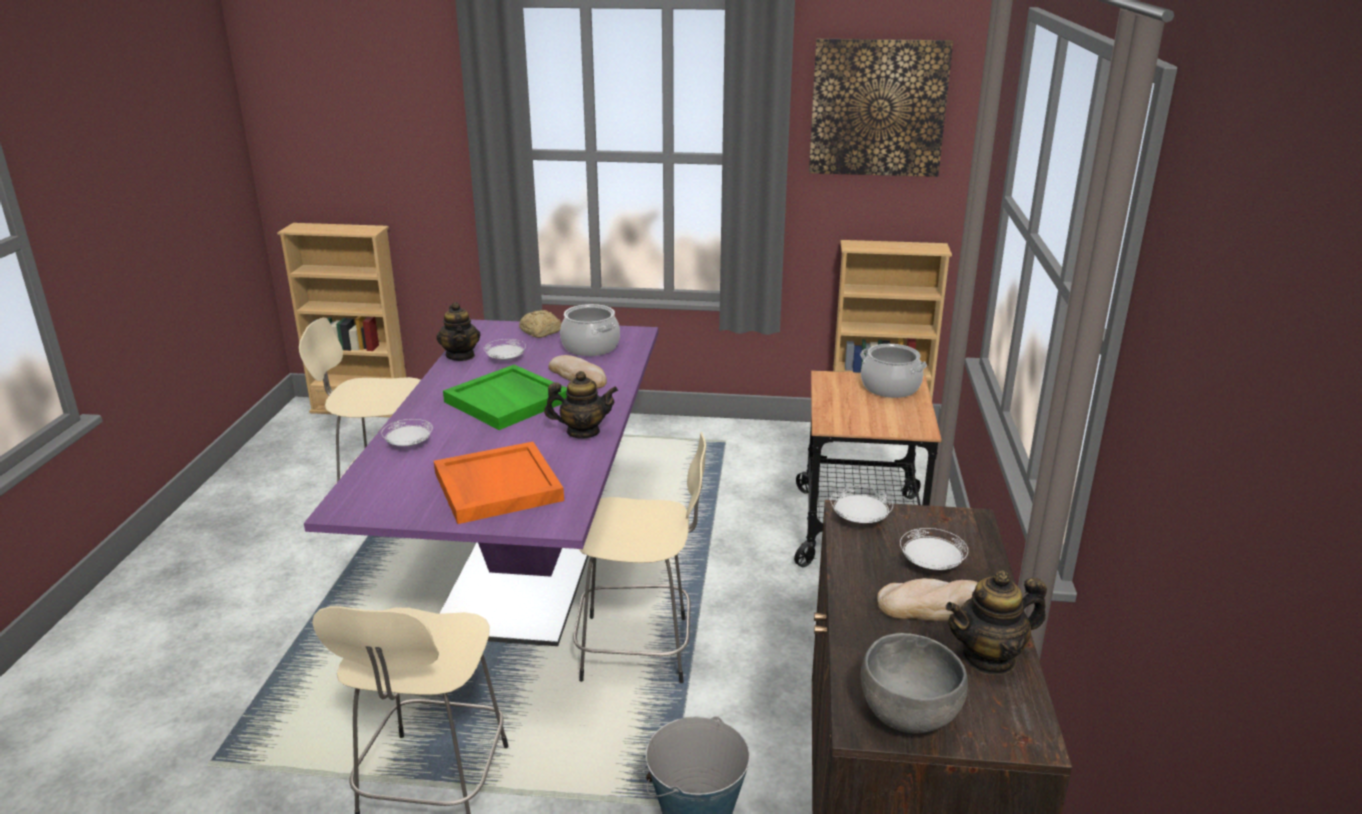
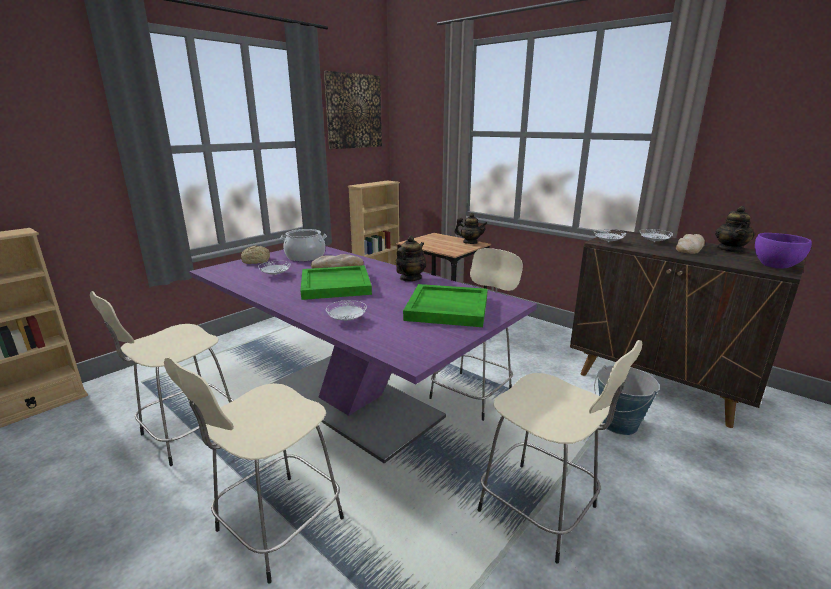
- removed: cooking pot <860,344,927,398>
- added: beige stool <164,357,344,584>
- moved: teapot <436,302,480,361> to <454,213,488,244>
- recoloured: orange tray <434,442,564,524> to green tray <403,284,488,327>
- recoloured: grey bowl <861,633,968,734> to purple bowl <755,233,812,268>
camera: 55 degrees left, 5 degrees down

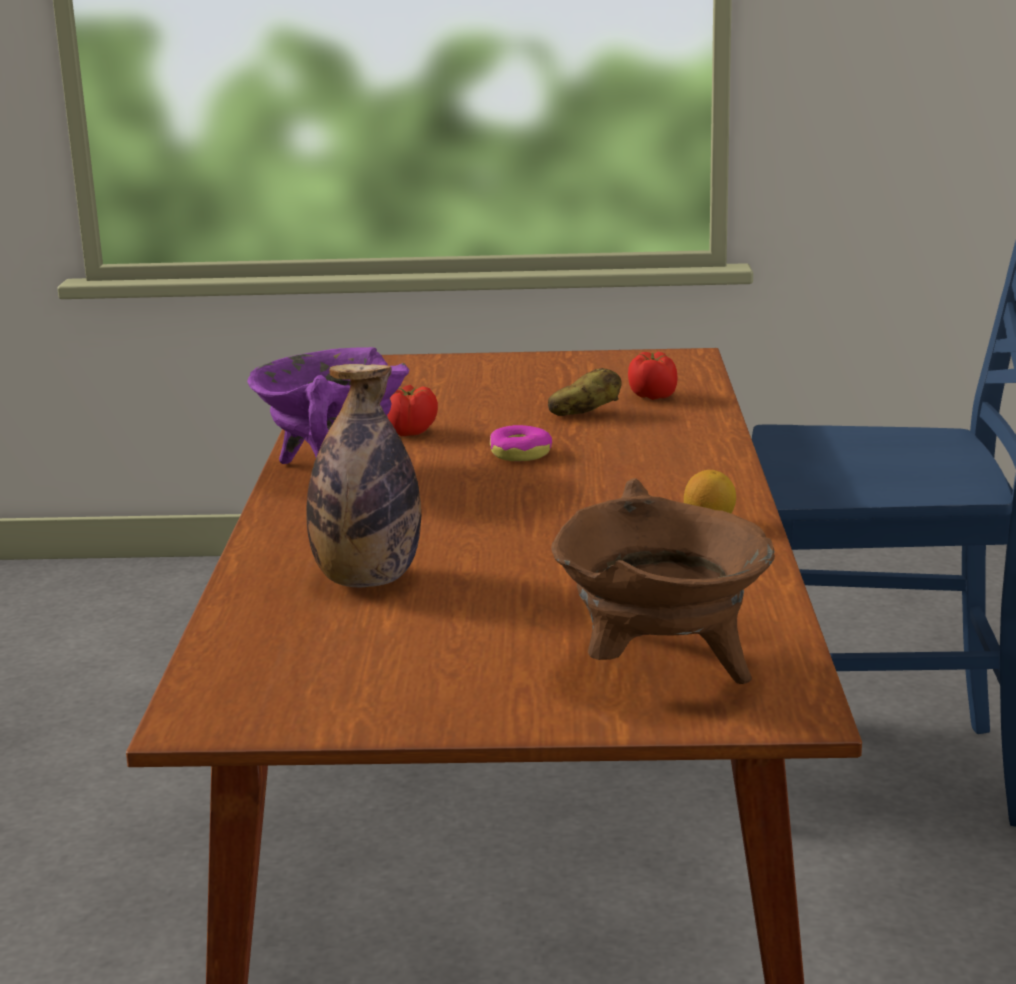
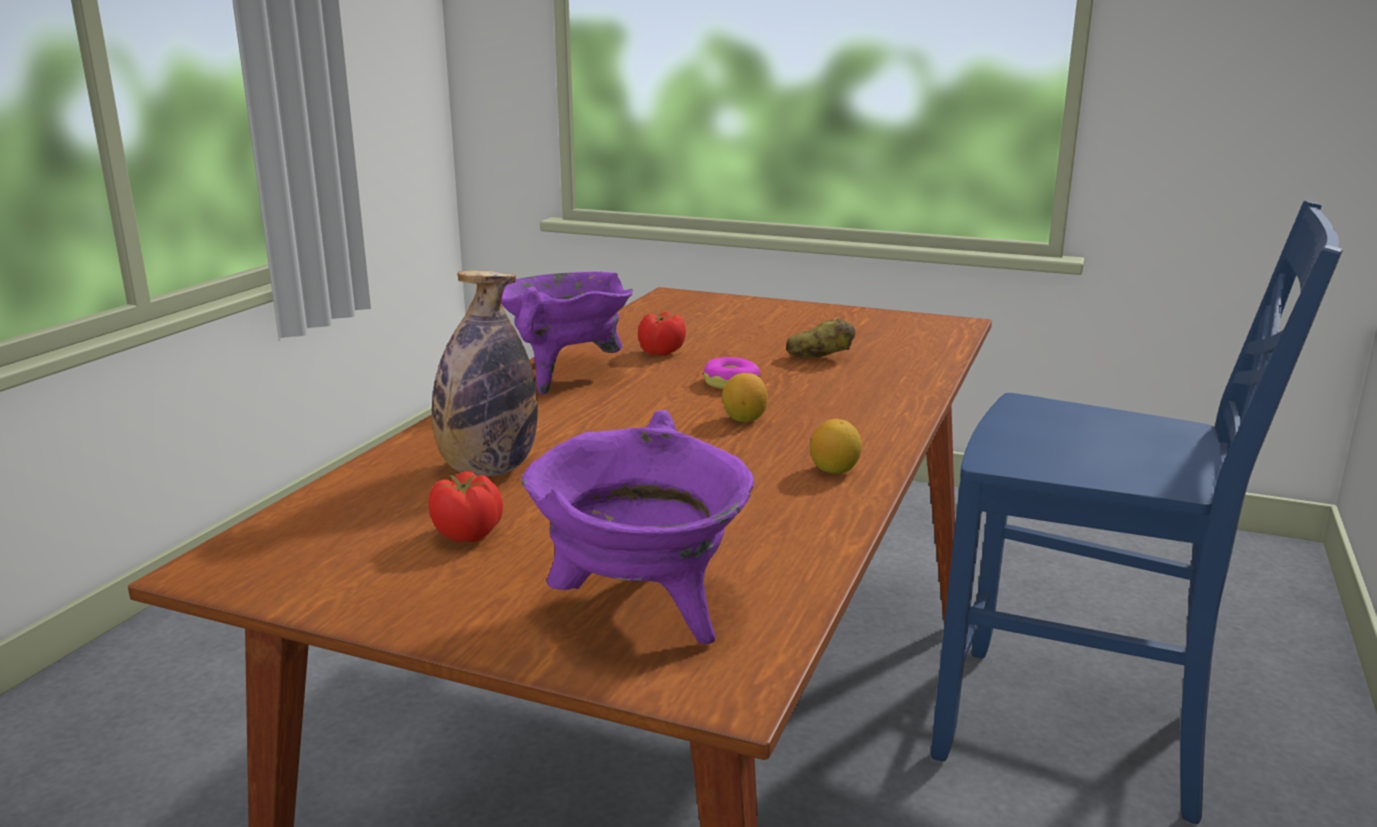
- added: lemon <722,373,768,422>
- moved: tomato <628,352,678,400> to <428,471,503,542>
- recoloured: brown cooking pot <551,478,775,684> to purple cooking pot <521,410,754,644>
camera: 20 degrees right, 0 degrees up

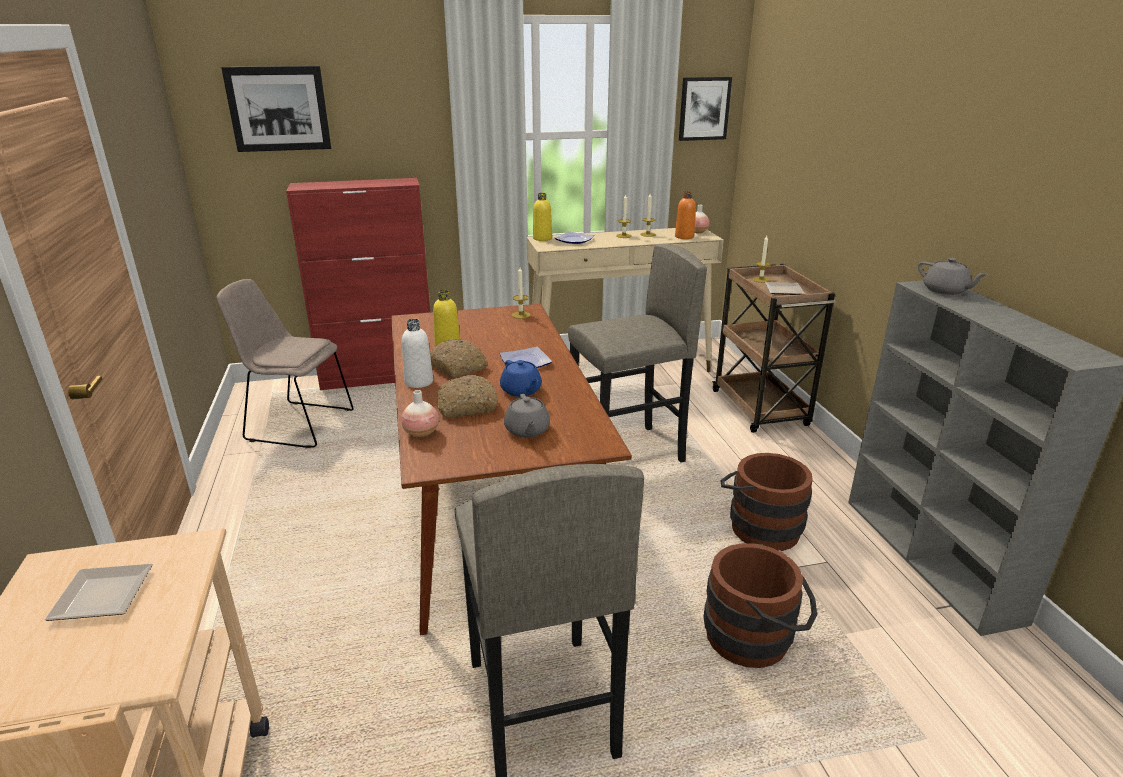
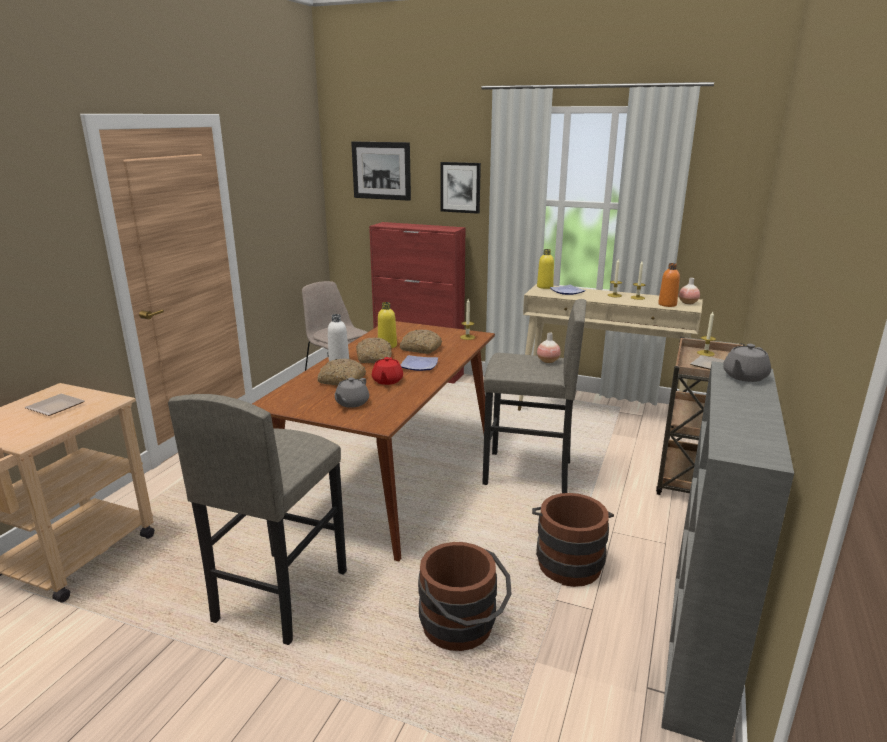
- added: bread <400,330,442,354>
- moved: vase <401,390,439,438> to <537,332,561,363>
- moved: picture <679,77,732,141> to <440,162,481,214>
- recoloured: blue teapot <500,360,542,397> to red teapot <372,357,403,385>
- turned: grey teapot <918,258,988,295> = <723,344,771,382> 45 degrees clockwise
camera: 35 degrees right, 5 degrees down

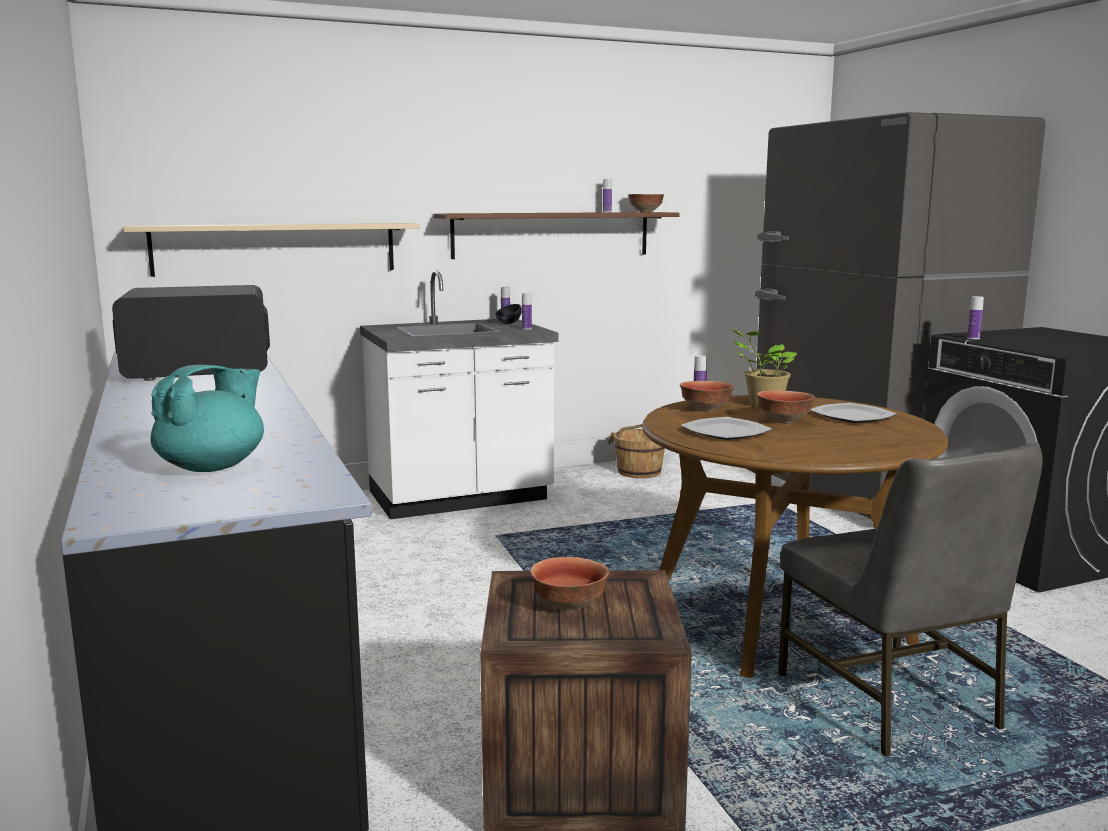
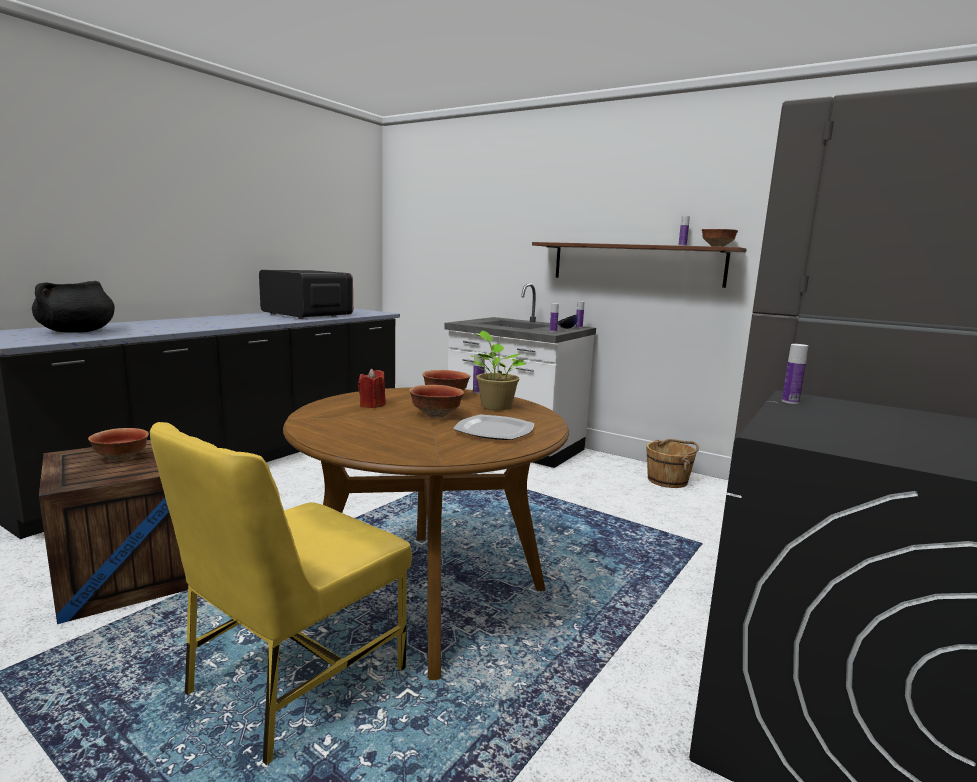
- removed: beige shelf <123,223,420,277>
- replaced: turquoise teapot <150,365,264,472> to black cooking pot <32,281,115,333>
- replaced: plate <681,417,772,440> to red candle <358,369,386,408>
- recoloured: grey chair <778,443,1043,756> to yellow chair <150,422,412,765>
camera: 55 degrees right, 0 degrees up

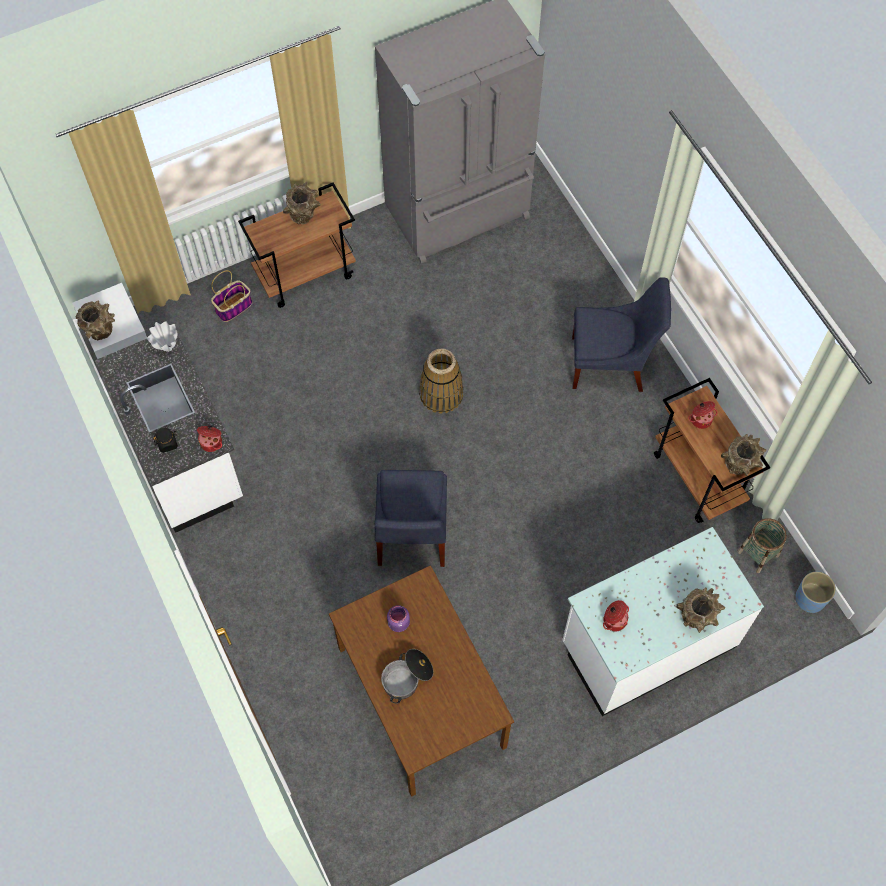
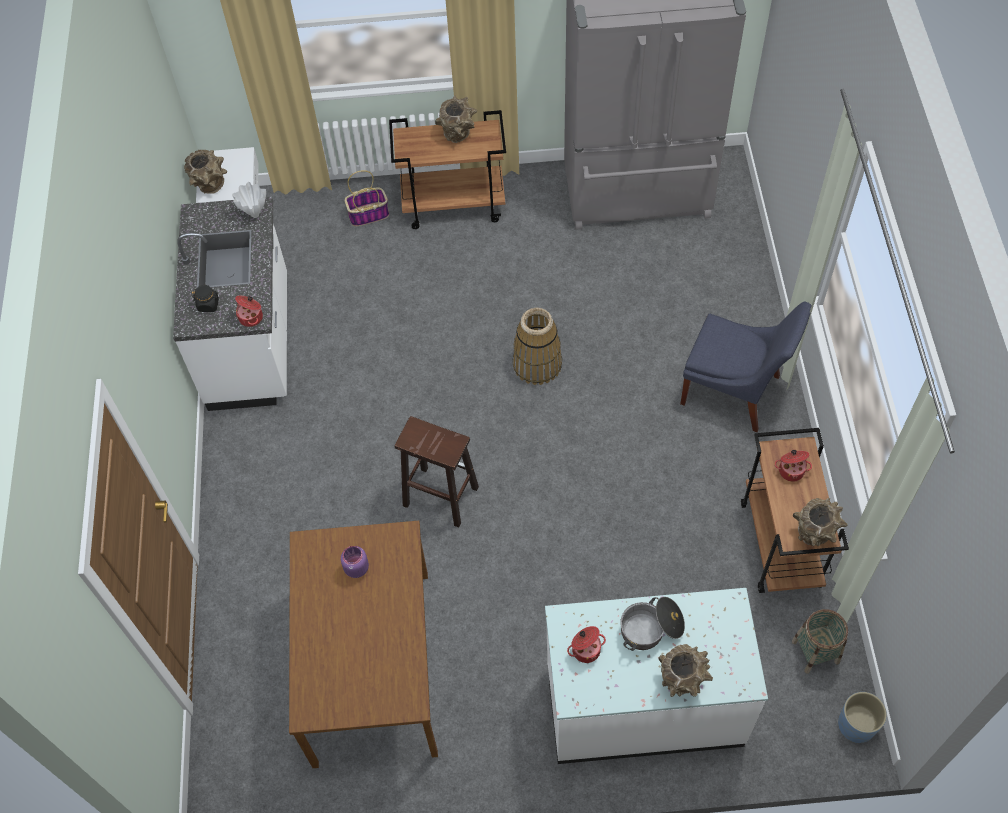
- moved: cooking pot <381,649,433,704> to <620,597,685,651>
- replaced: blue chair <374,470,447,567> to brown stool <395,416,479,527>
camera: 25 degrees right, 5 degrees down

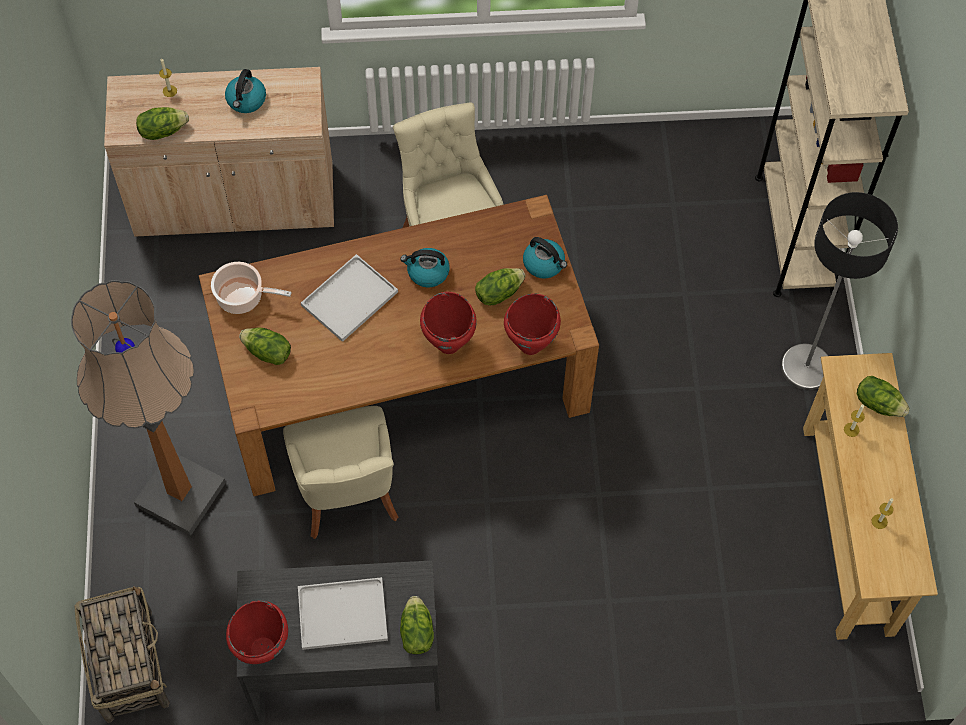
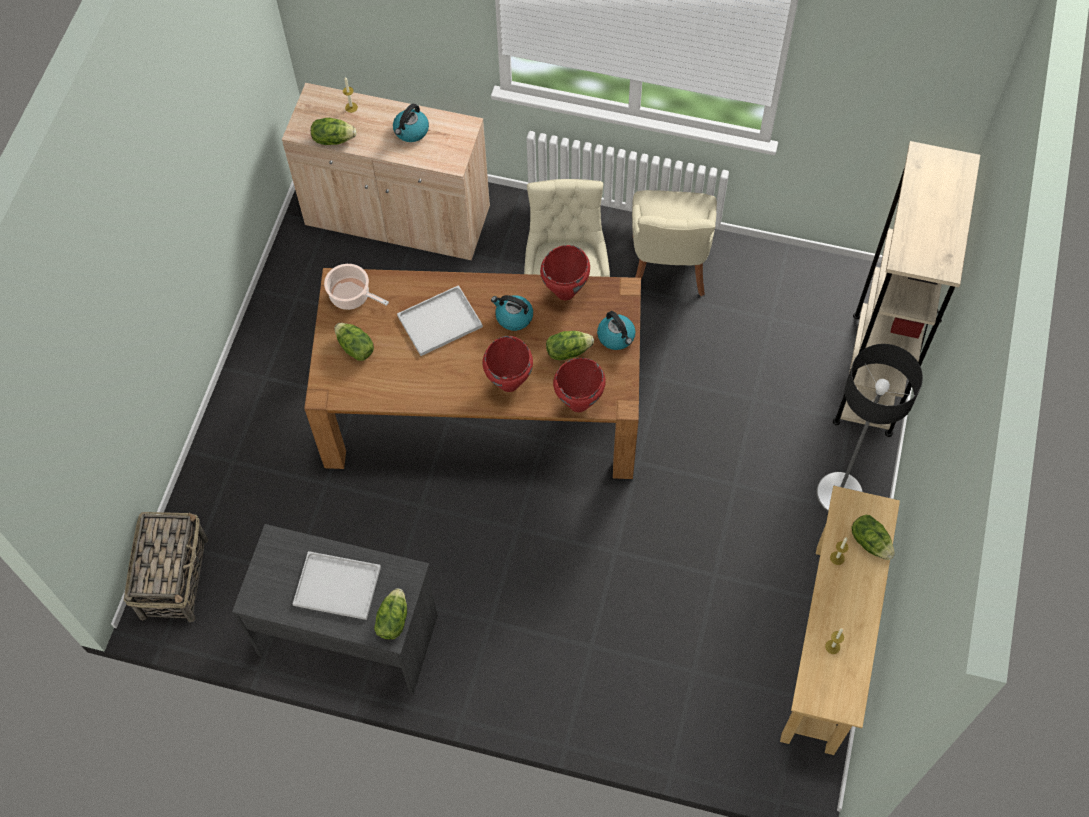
- removed: floor lamp <71,280,226,536>
- moved: red cooking pot <226,601,288,664> to <540,245,590,300>
- moved: beige chair <283,406,398,539> to <632,190,717,296>
camera: 20 degrees right, 0 degrees up

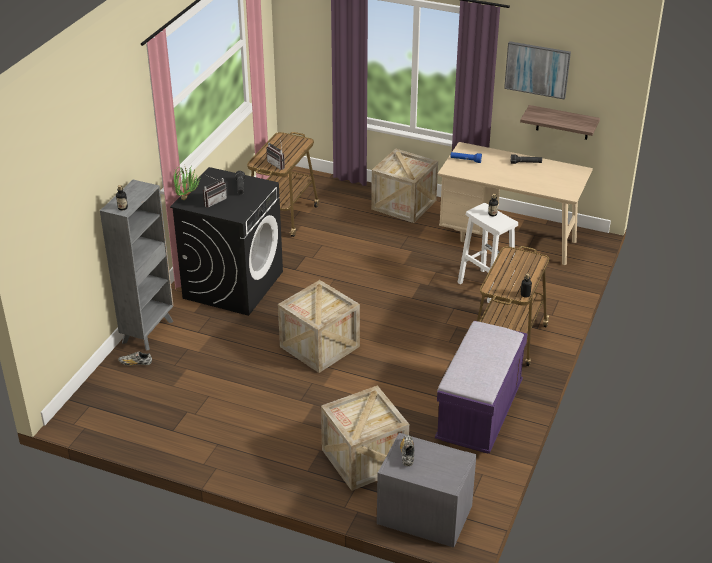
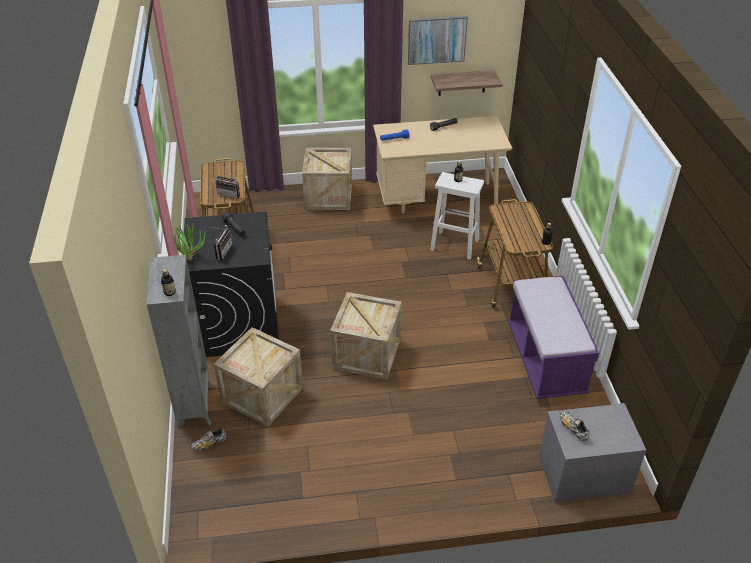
- moved: crate <321,385,409,491> to <214,327,303,427>
camera: 30 degrees left, 5 degrees up

